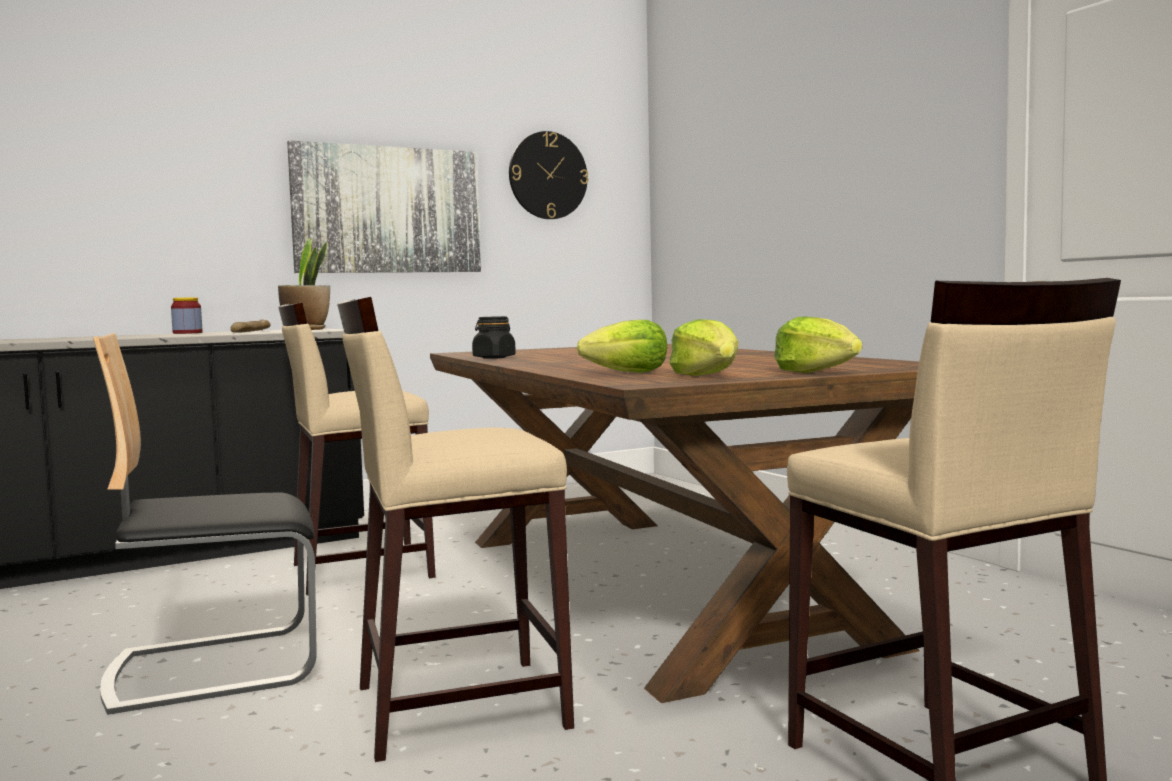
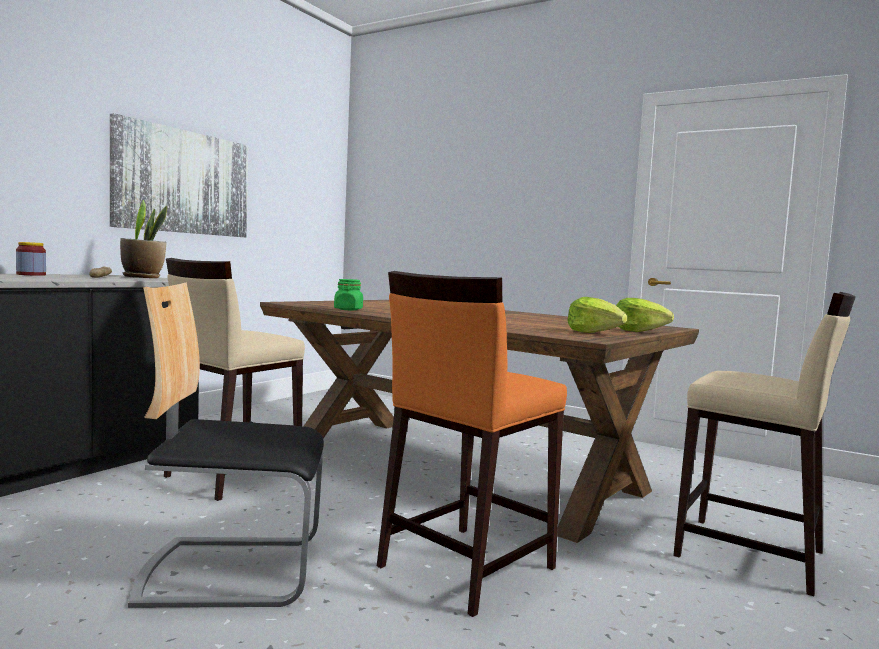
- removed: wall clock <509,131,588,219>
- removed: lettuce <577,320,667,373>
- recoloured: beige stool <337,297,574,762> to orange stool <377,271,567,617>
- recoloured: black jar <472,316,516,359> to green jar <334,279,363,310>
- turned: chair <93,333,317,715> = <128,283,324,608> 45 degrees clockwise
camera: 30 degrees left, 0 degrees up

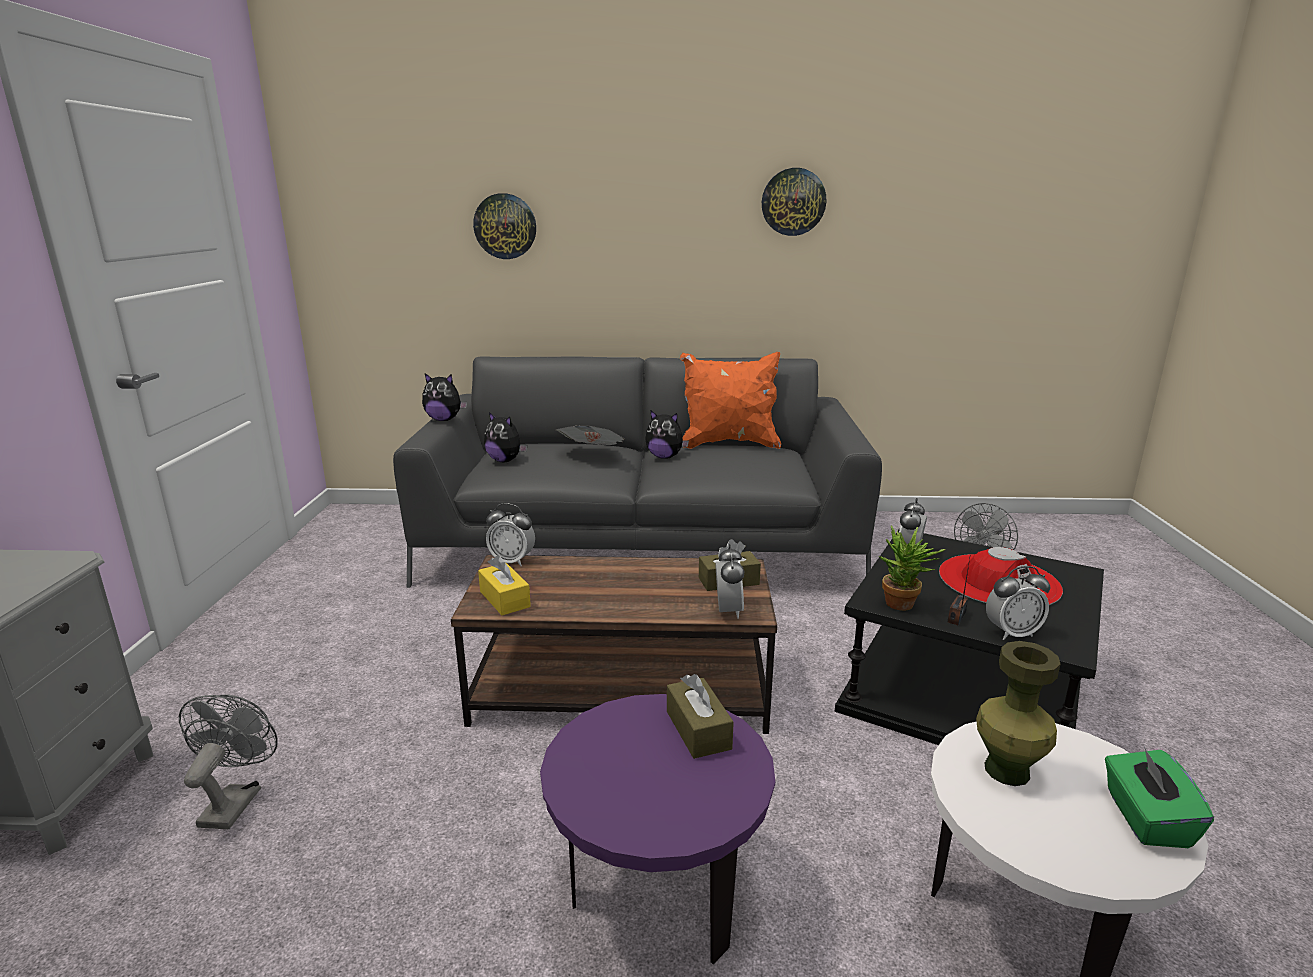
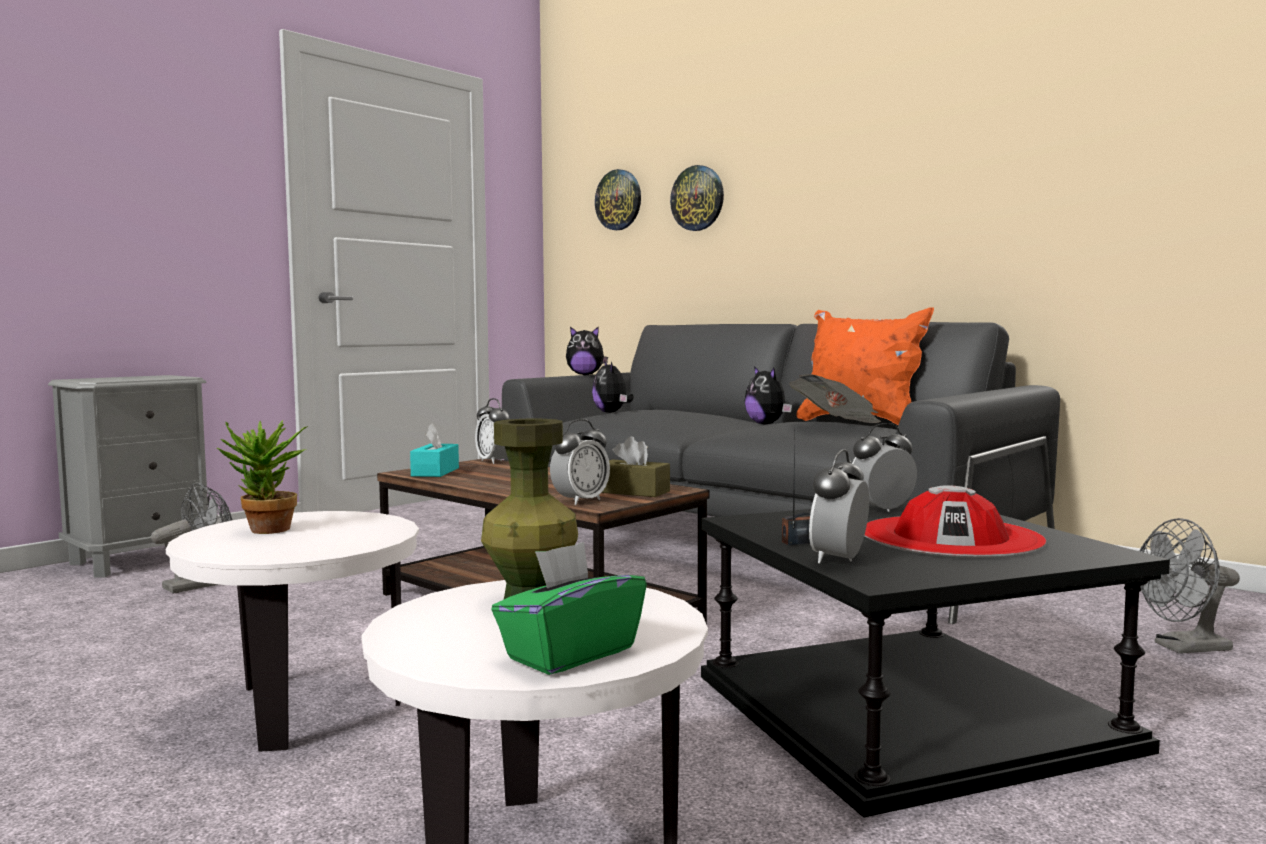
- removed: brown tissue box <667,674,734,759>
- moved: newspaper <556,425,625,445> to <789,374,881,423>
- moved: wall clock <762,168,826,236> to <595,169,641,230>
- moved: potted plant <879,526,946,611> to <217,420,308,534>
- recoloured: yellow tissue box <478,555,531,615> to turquoise tissue box <410,424,459,477>
- recoloured: purple side table <540,694,775,964> to white side table <166,511,419,752>
- turned: plush toy <422,374,467,421> = <566,327,608,375> 45 degrees counterclockwise
- turned: alarm clock <986,566,1050,640> = <809,449,869,564> 90 degrees clockwise
camera: 40 degrees right, 15 degrees down

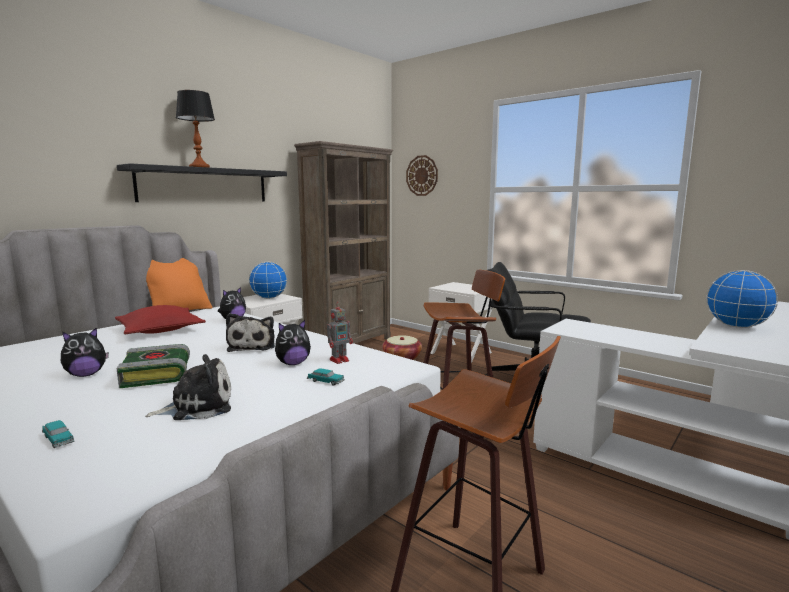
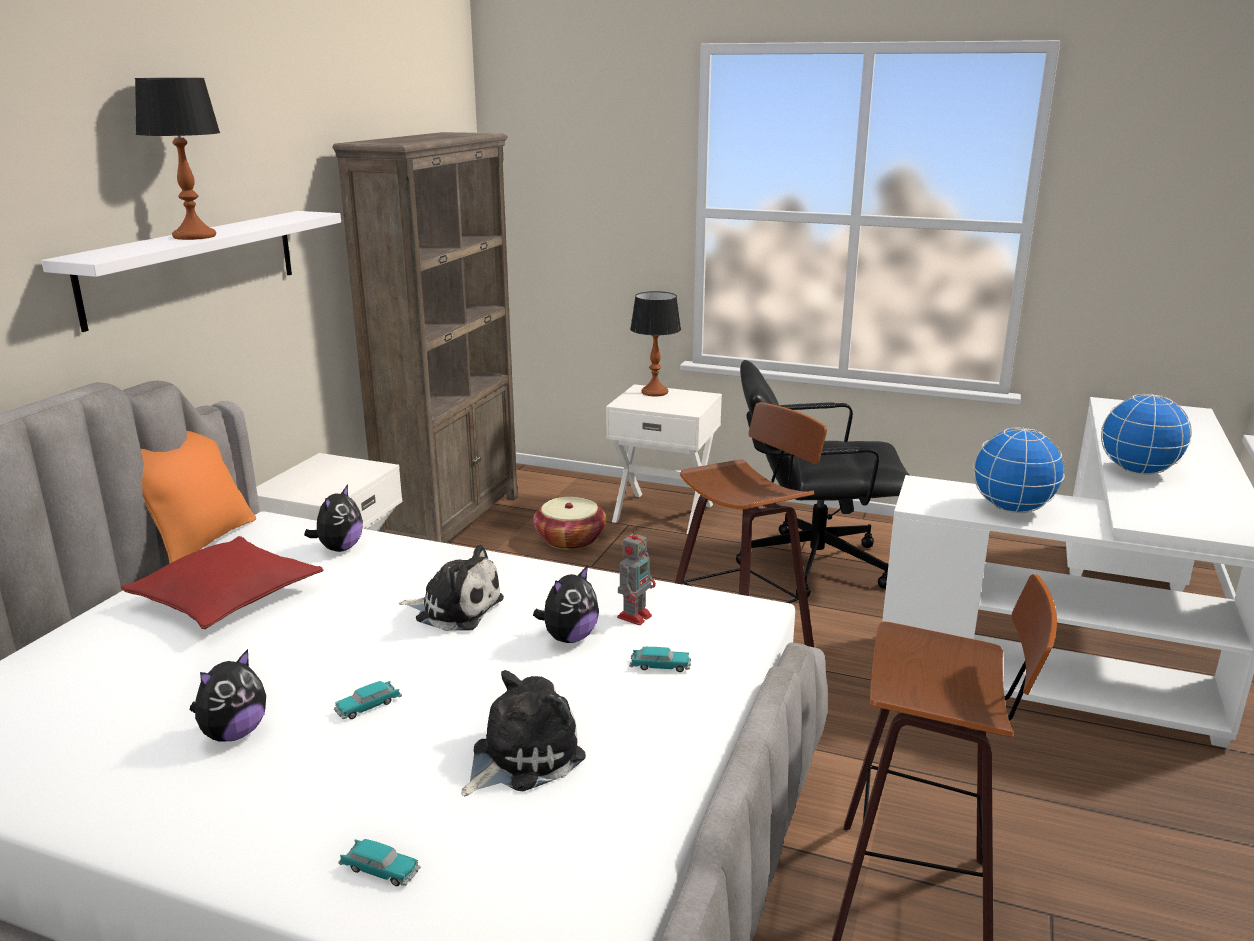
- removed: wall clock <406,155,438,196>
- added: table lamp <630,291,681,396>
- moved: globe <249,262,287,299> to <973,427,1065,513>
- replaced: book <116,344,190,388> to toy car <333,681,402,719>
- recoloured: black shelf <117,163,287,202> to white shelf <41,211,341,332>
- turned: plush toy <226,313,275,352> = <399,545,504,631> 45 degrees counterclockwise
camera: 20 degrees left, 10 degrees up

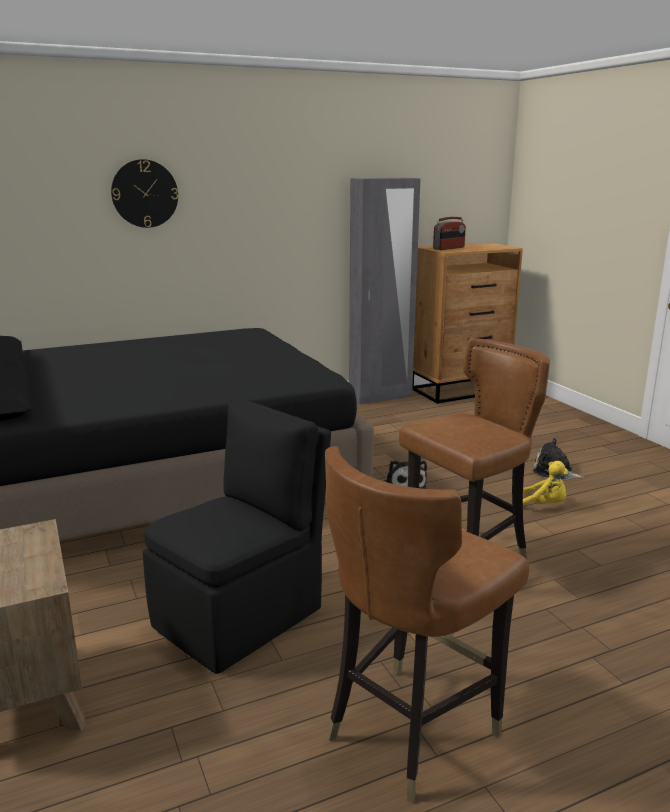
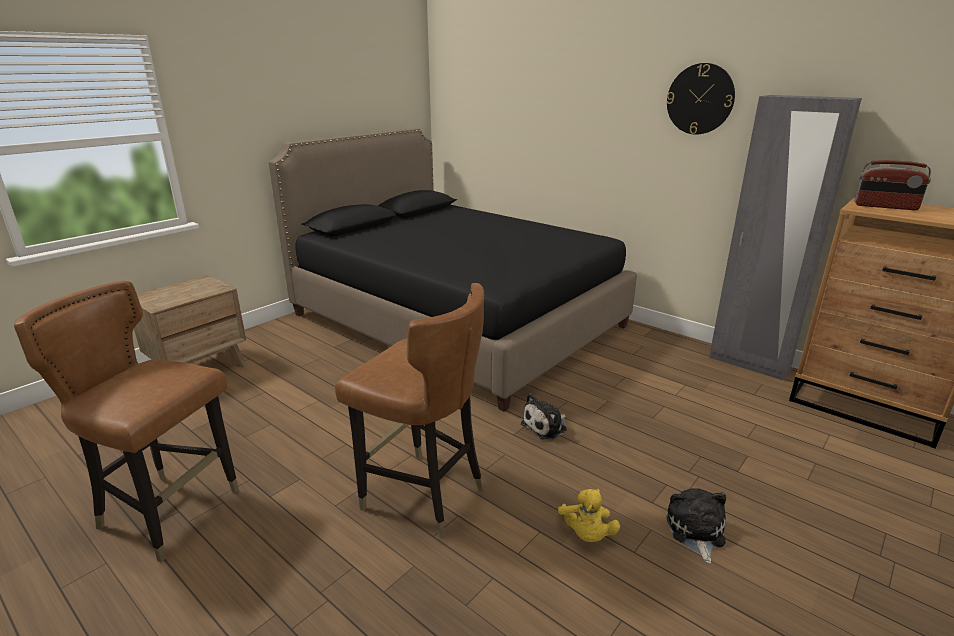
- removed: black chair <143,398,331,674>
- moved: wall clock <111,159,178,228> to <666,63,735,135>
camera: 65 degrees right, 5 degrees up

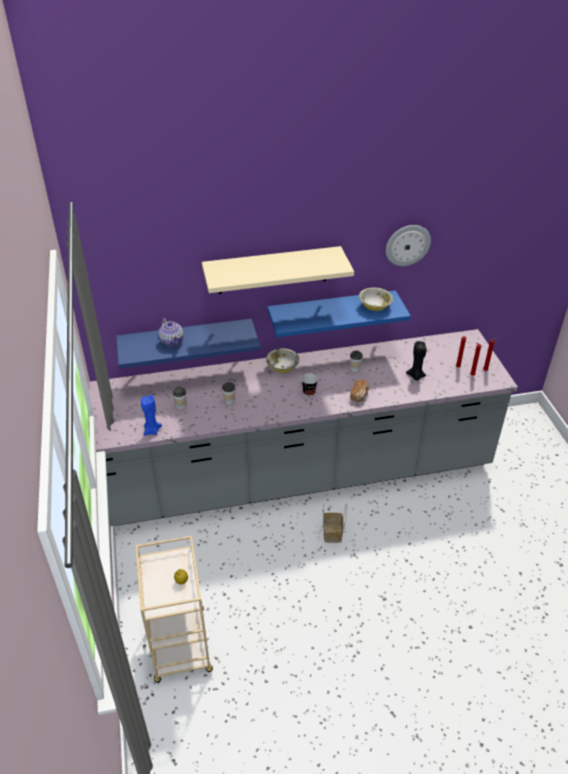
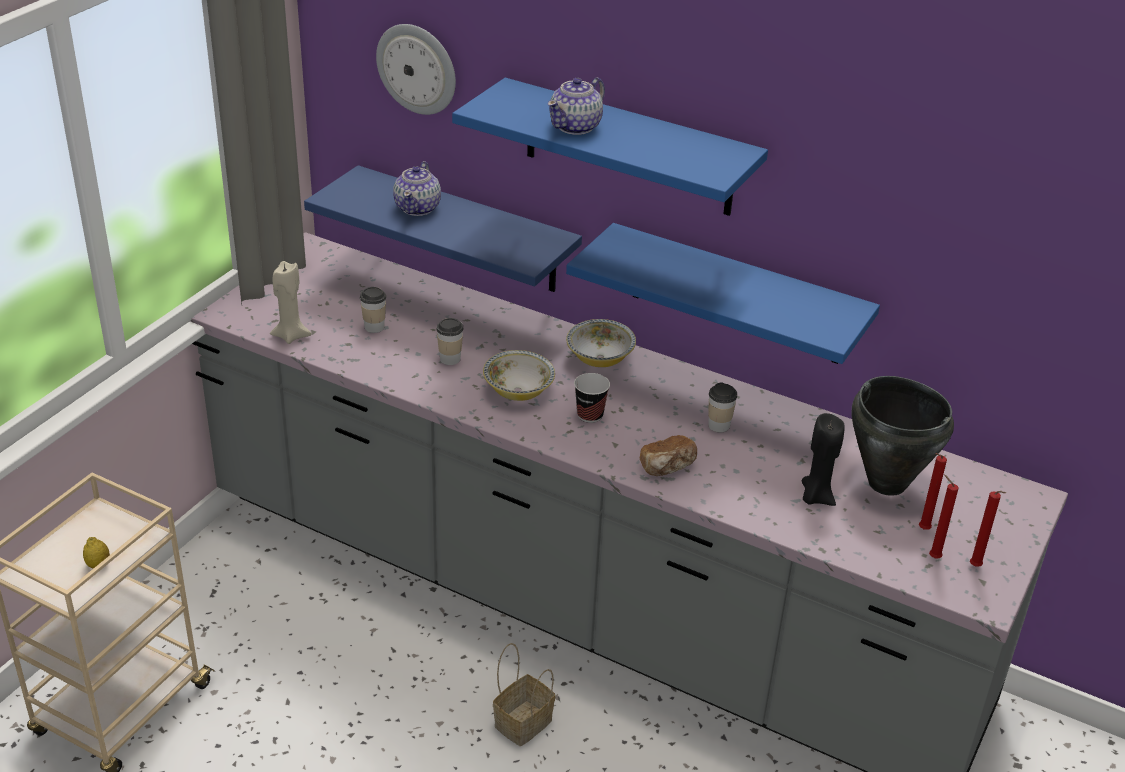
- added: teapot <547,77,605,135>
- added: black cooking pot <852,376,954,496>
- moved: bowl <359,288,393,311> to <483,350,555,401>
- moved: wall clock <386,225,431,266> to <376,24,456,115>
- recoloured: blue candle <141,395,162,436> to beige candle <270,261,312,344>
- recoloured: beige shelf <202,246,354,294> to blue shelf <452,78,768,216>
camera: 40 degrees right, 5 degrees down

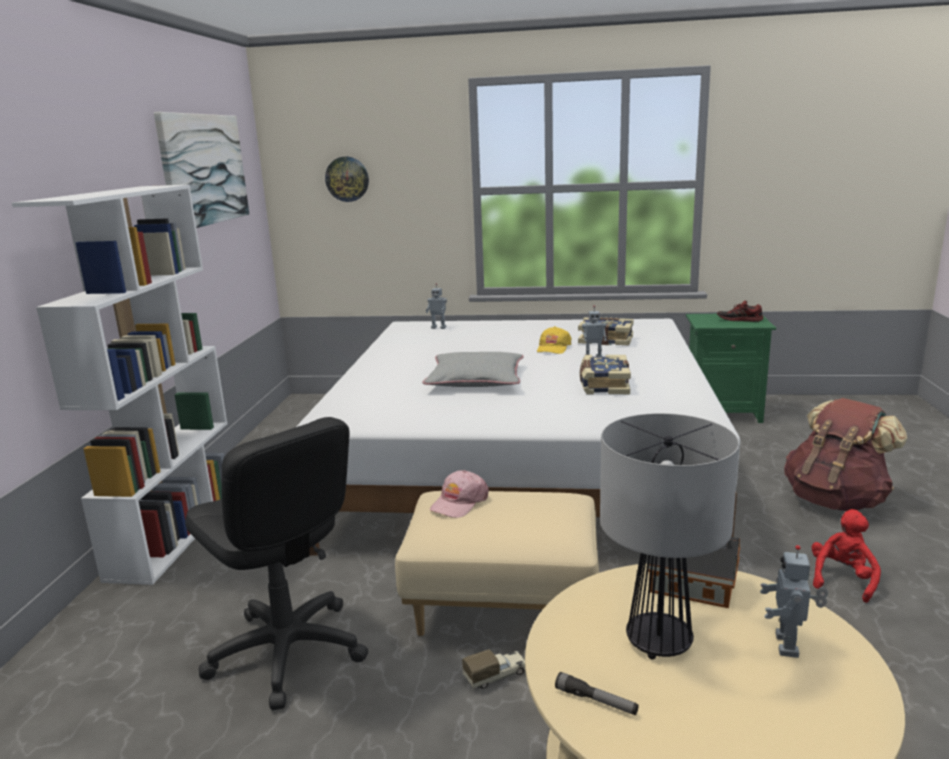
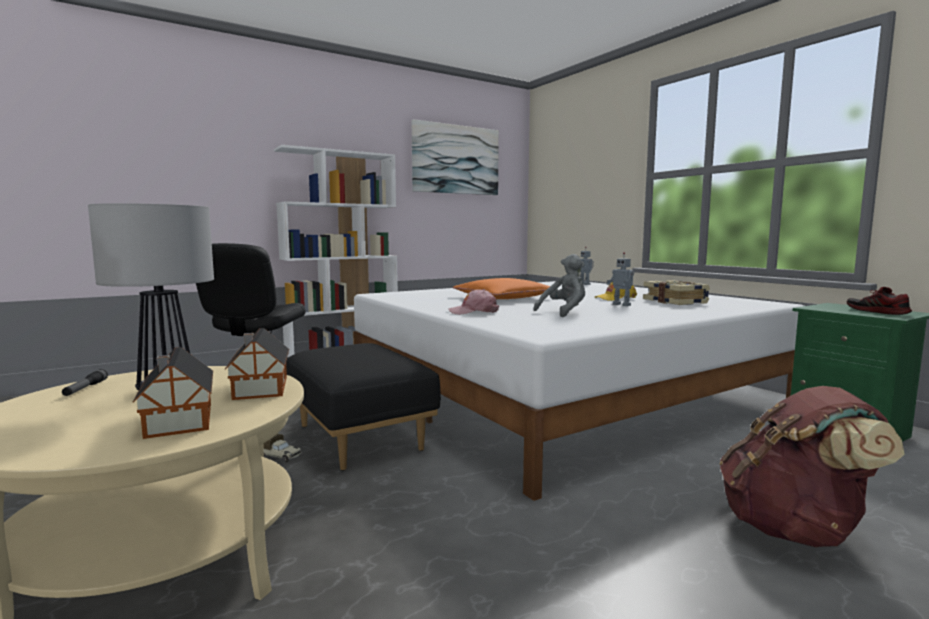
- removed: wall clock <325,156,369,202>
- removed: red plush toy <811,509,881,603>
- moved: pink cap <430,470,489,518> to <448,289,499,315>
- replaced: book <580,355,631,394> to grey plush toy <533,254,585,317>
- replaced: toy robot <760,545,828,658> to toy house <133,347,213,439>
- recoloured: beige ottoman <395,491,599,636> to black ottoman <286,343,441,471>
- recoloured: grey pillow <423,352,524,387> to orange pillow <452,278,550,299>
camera: 50 degrees right, 10 degrees down

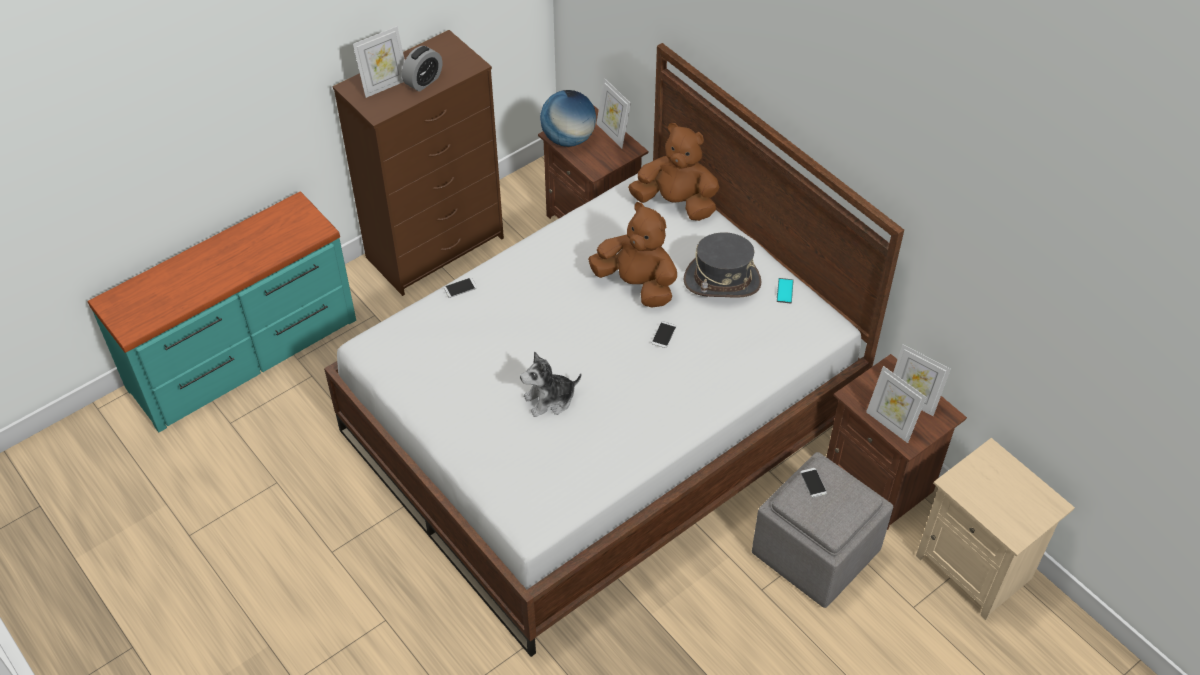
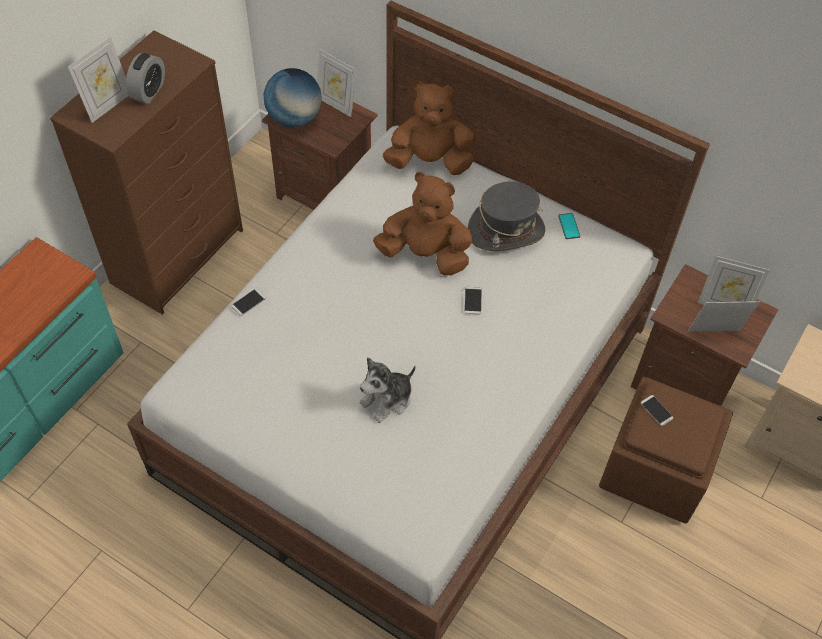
- recoloured: grey ottoman <752,452,893,608> to brown ottoman <599,377,733,523>
- turned: picture frame <866,366,926,443> = <688,301,761,331> 150 degrees clockwise
camera: 20 degrees left, 5 degrees up

